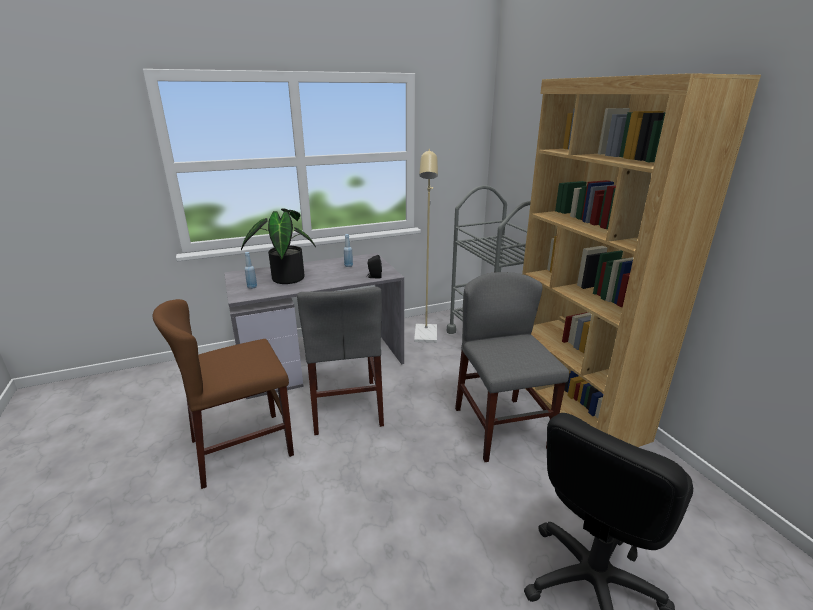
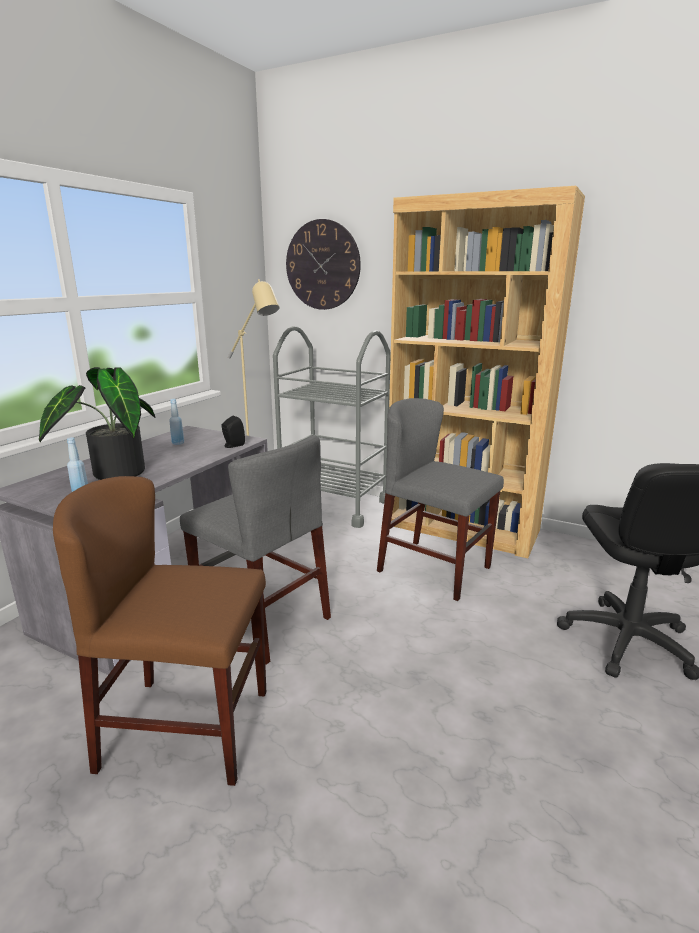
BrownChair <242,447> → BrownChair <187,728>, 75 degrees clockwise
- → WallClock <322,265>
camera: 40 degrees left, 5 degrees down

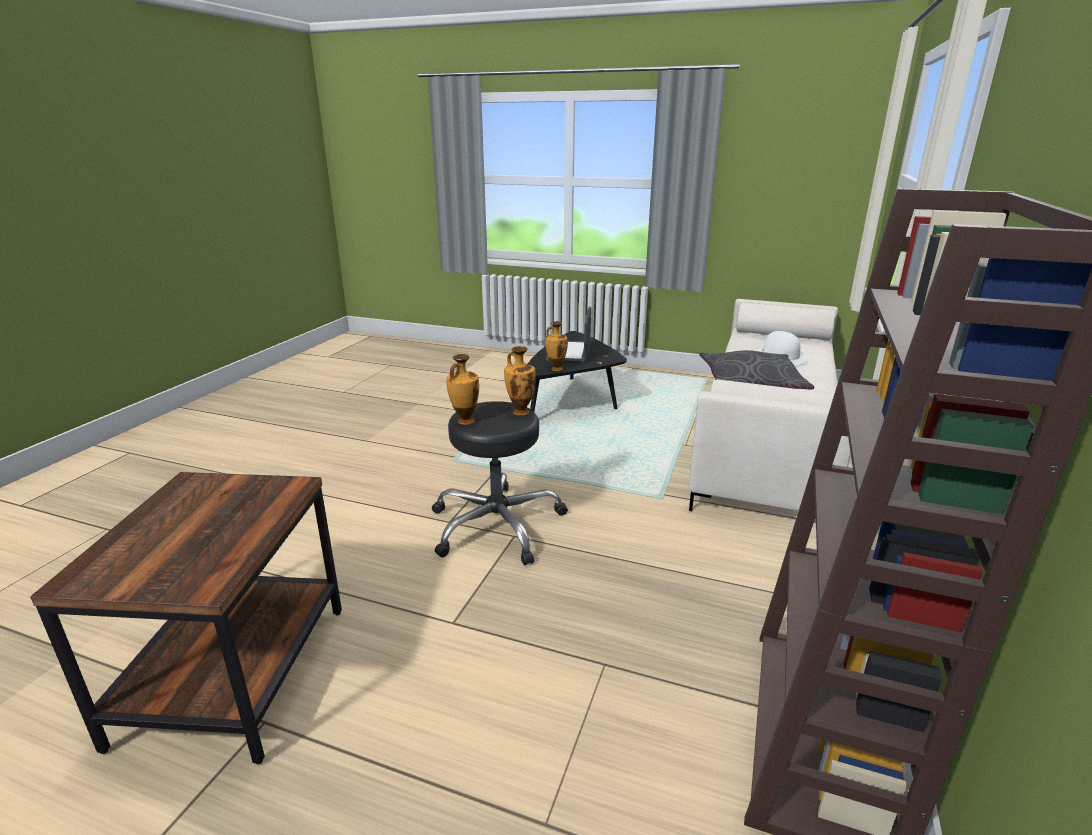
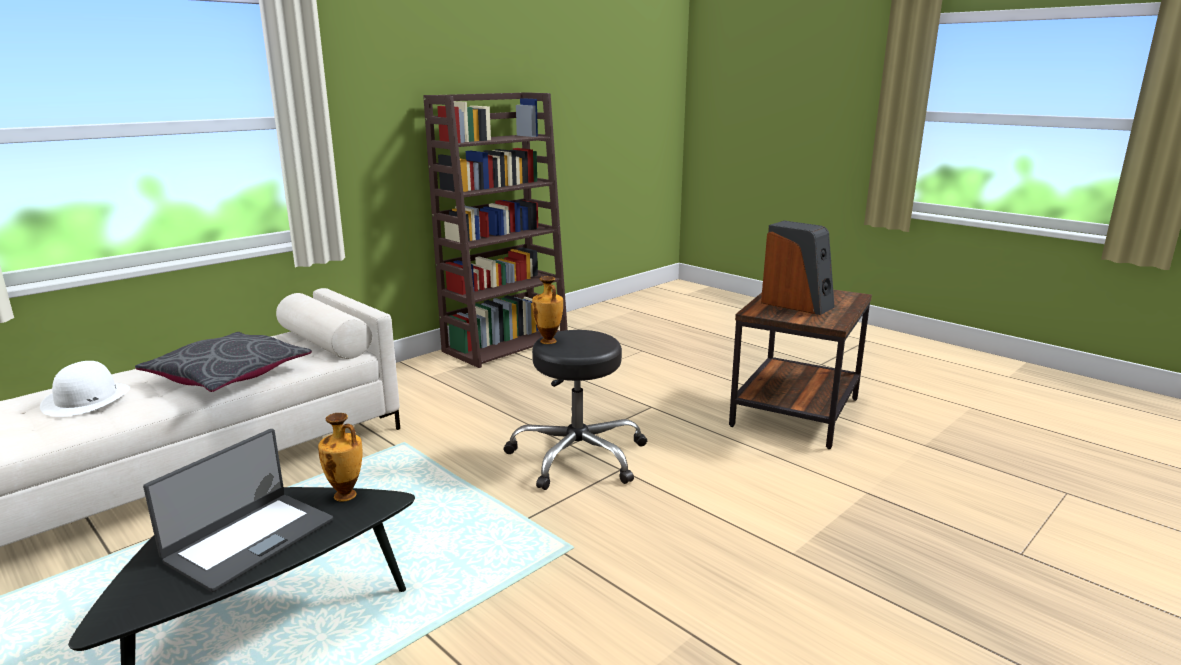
- → Speaker <797,304>
Vase <464,421> → -
camera: 155 degrees left, 5 degrees down

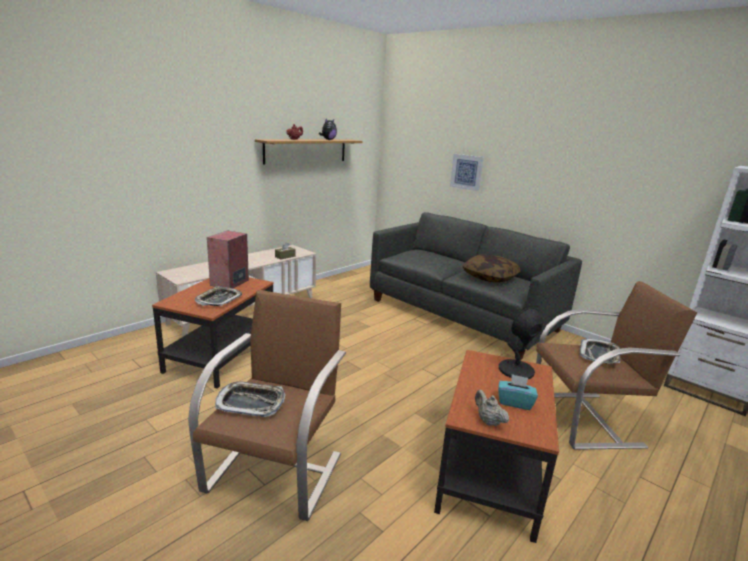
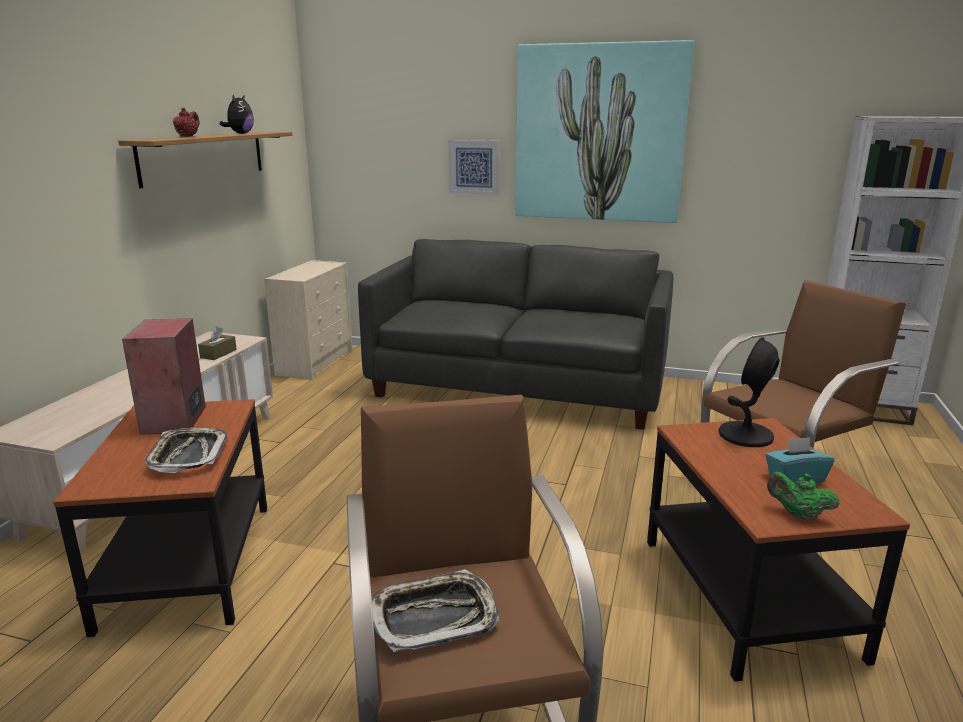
- → BeigeDresser <315,362>
- → Picture <599,134>
BeigeTeapot <488,421> → GreenTeapot <798,514>
Pillow <490,277> → -
Tray <599,355> → -
camera: 25 degrees left, 0 degrees up

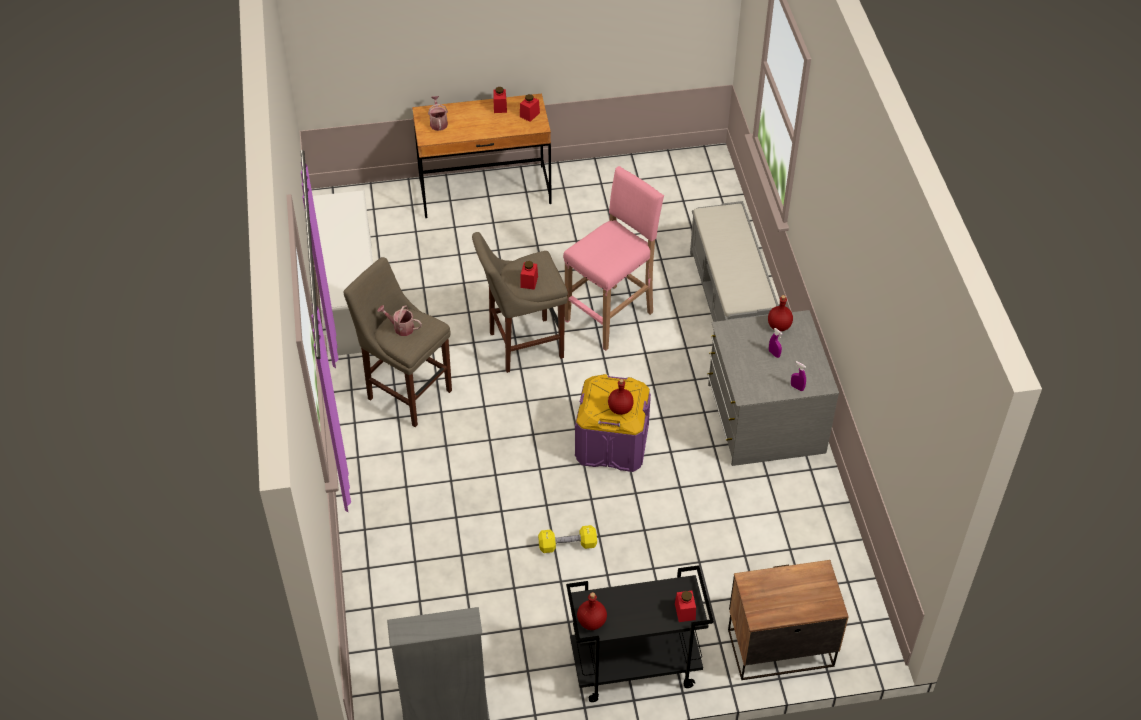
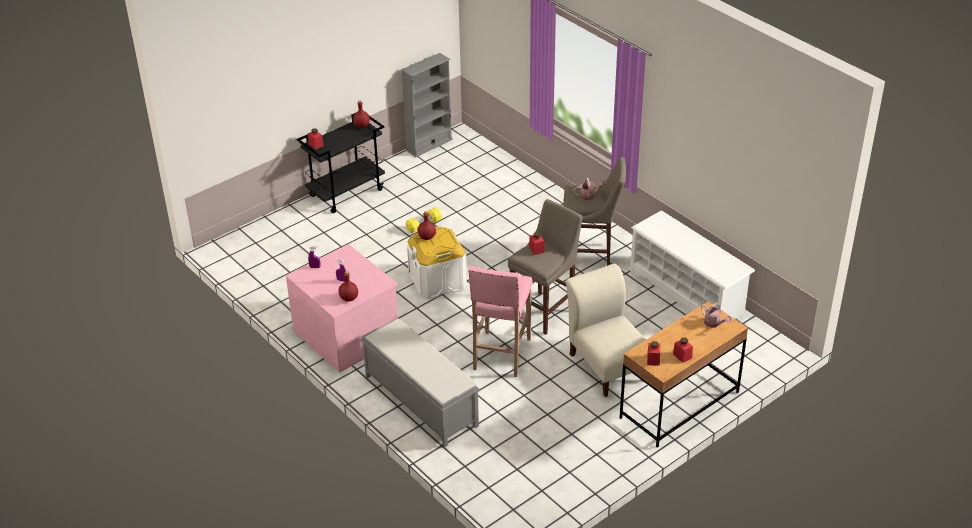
GreyDresser <763,418> → PinkDresser <347,334>
PurpleStorageBox <611,444> → WhiteStorageBox <437,281>
- → BeigeChair <608,364>
Nightstand <779,646> → -
camera: 150 degrees right, 10 degrees down

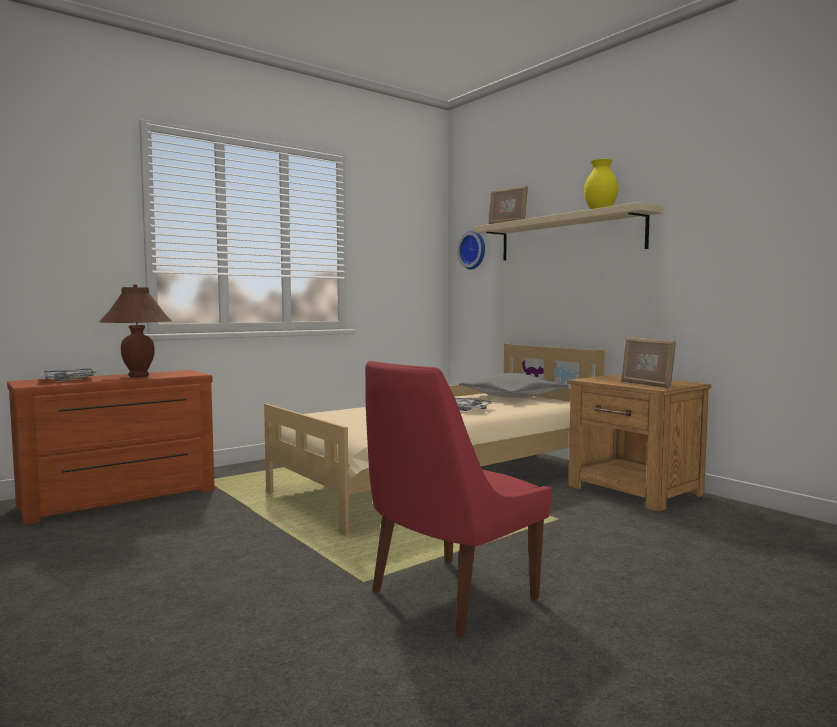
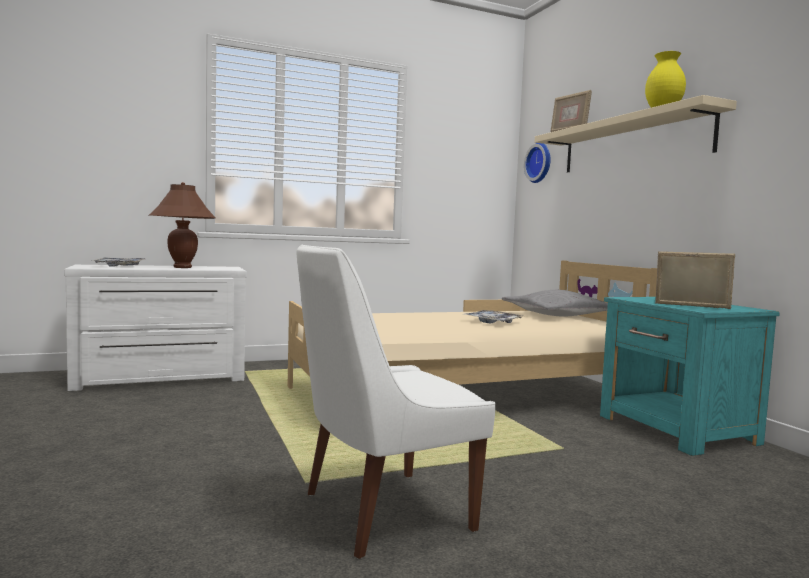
BrownDresser <120,499> → WhiteDresser <161,379>
RedChair <448,597> → WhiteChair <380,512>
BrownNightstand <635,491> → TurquoiseNightstand <677,430>
PictureFrame <646,385> → PictureFrame <691,306>, 135 degrees clockwise
camera: 15 degrees right, 0 degrees up

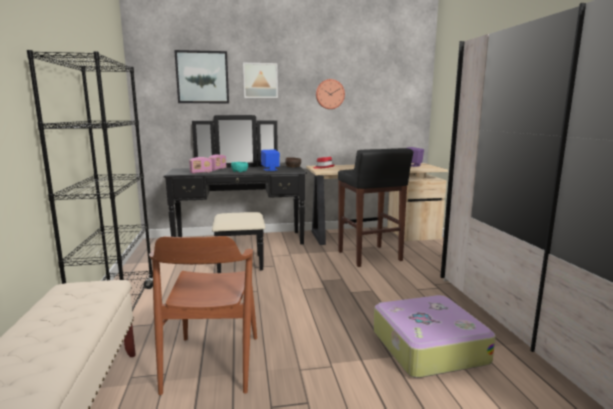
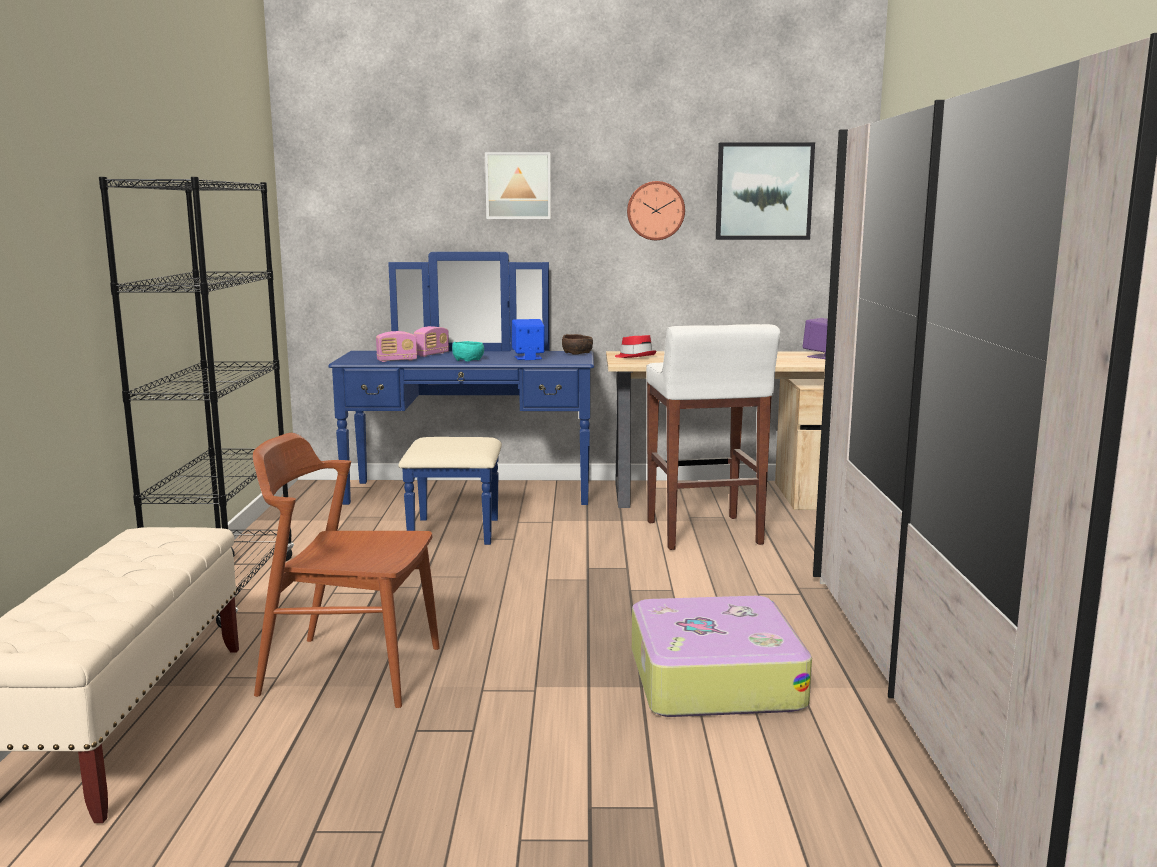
BrownChair <212,363> → BrownChair <350,670>, 90 degrees clockwise
BlackDresser <240,245> → BlueDresser <467,501>
BlackStool <370,256> → WhiteStool <703,534>
Picture <202,77> → Picture <764,191>, shifted
camera: 10 degrees right, 0 degrees up

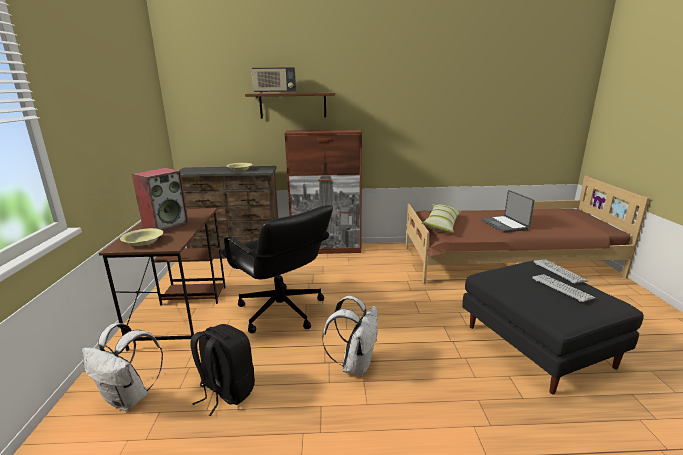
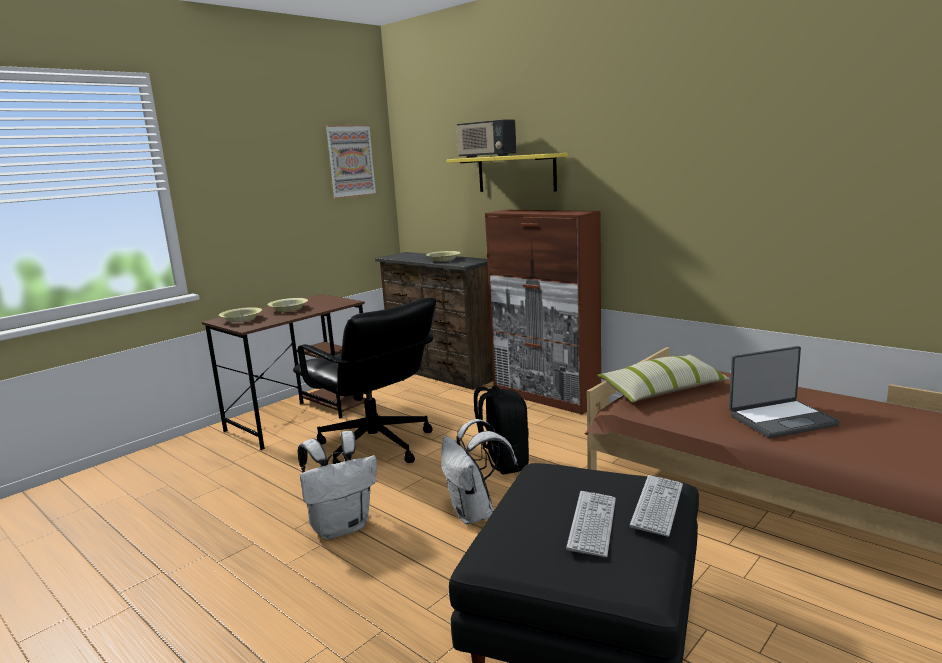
Speaker <166,225> → YellowBowl <289,309>
BlackOfficeChair <281,311> → BlackOfficeChair <375,447>, 45 degrees counterclockwise
- → Picture <350,161>
WhiteBackpack <129,398> → WhiteBackpack <476,514>, shifted
BrownShelf <293,105> → YellowShelf <516,173>
BlackBackpack <226,392> → BlackBackpack <502,463>, shifted
Laptop <505,225> → Laptop <781,419>, 135 degrees counterclockwise
camera: 45 degrees right, 5 degrees down

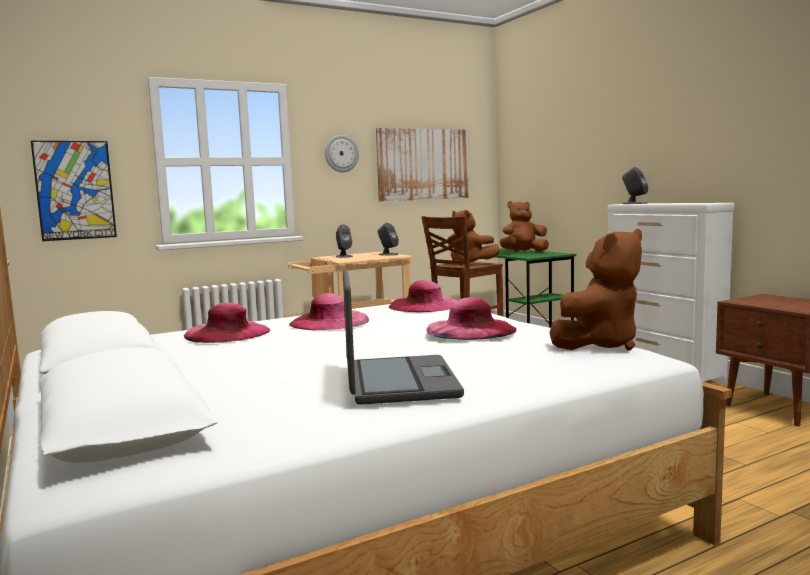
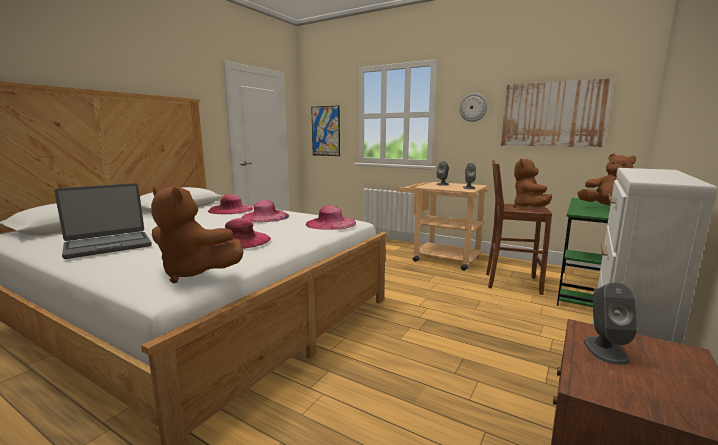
GreySpeaker <634,203> → GreySpeaker <605,350>, shifted
camera: 60 degrees right, 5 degrees up

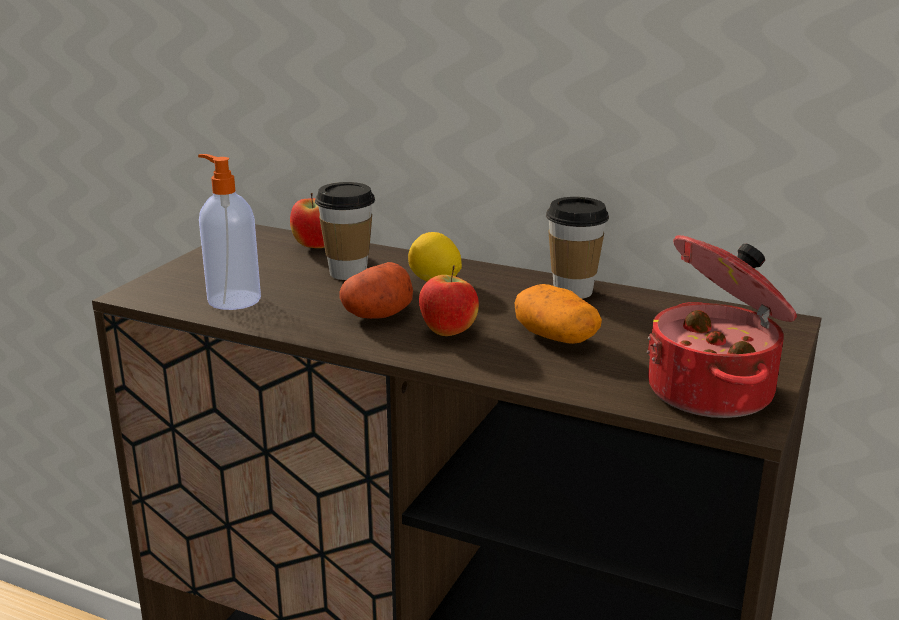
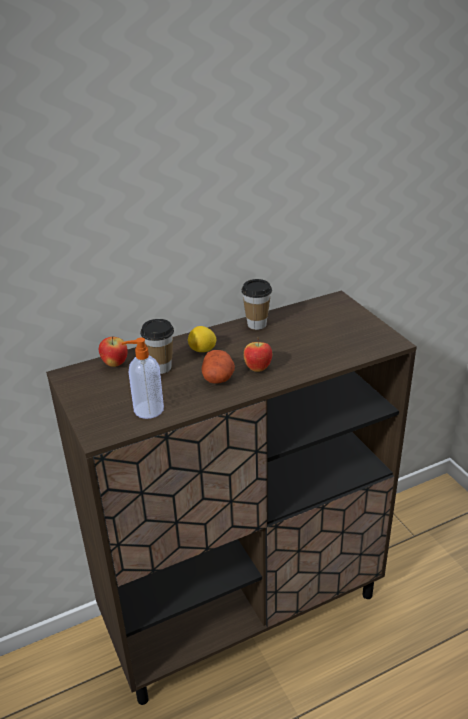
Potato <555,337> → -
CookingPot <714,391> → -
camera: 50 degrees left, 10 degrees up

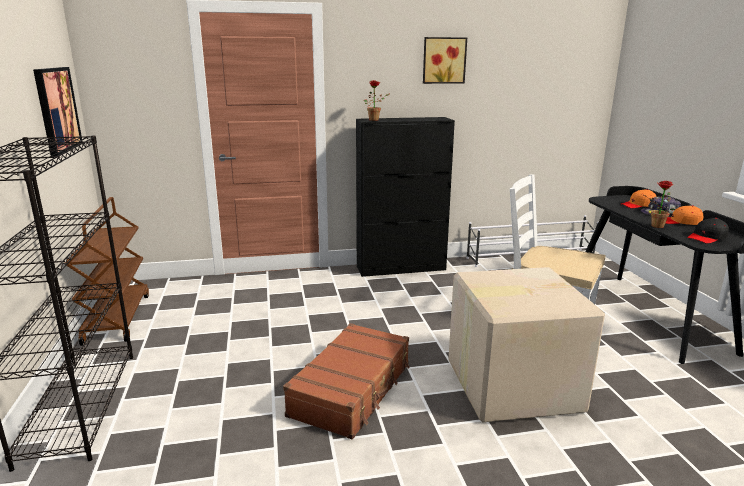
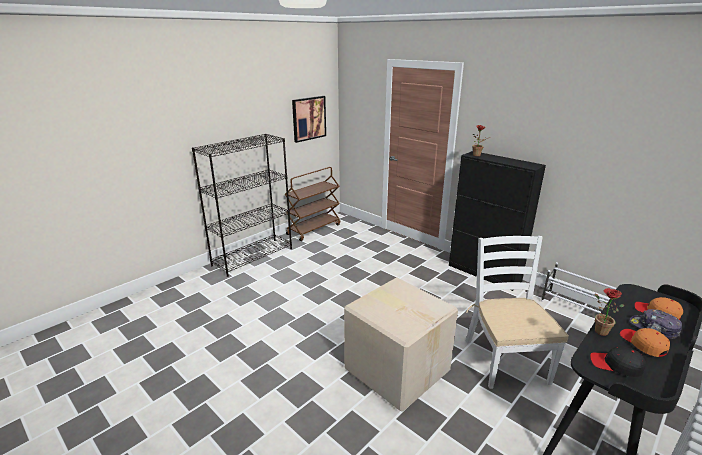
BrownSuitcase <352,389> → -
Picture <443,60> → -
camera: 55 degrees right, 5 degrees up

